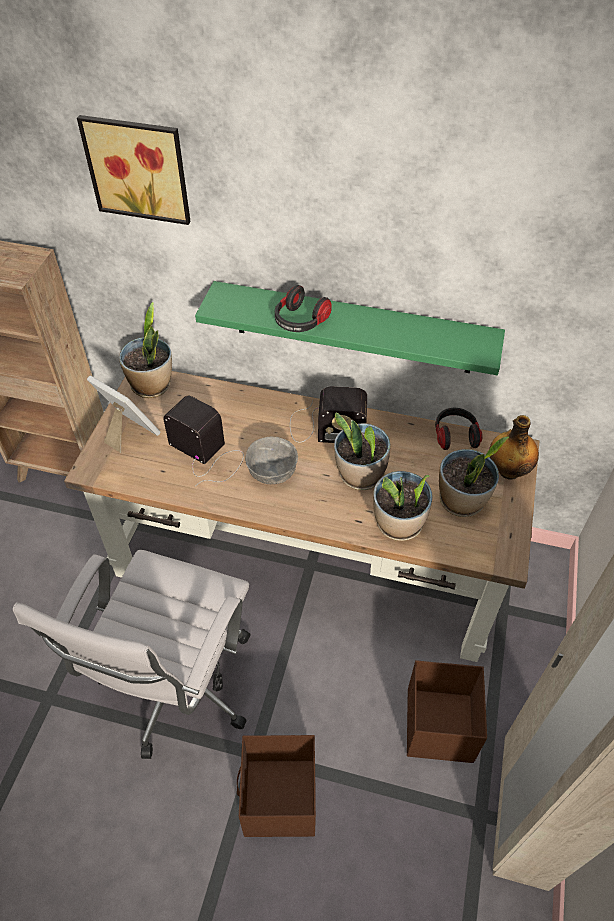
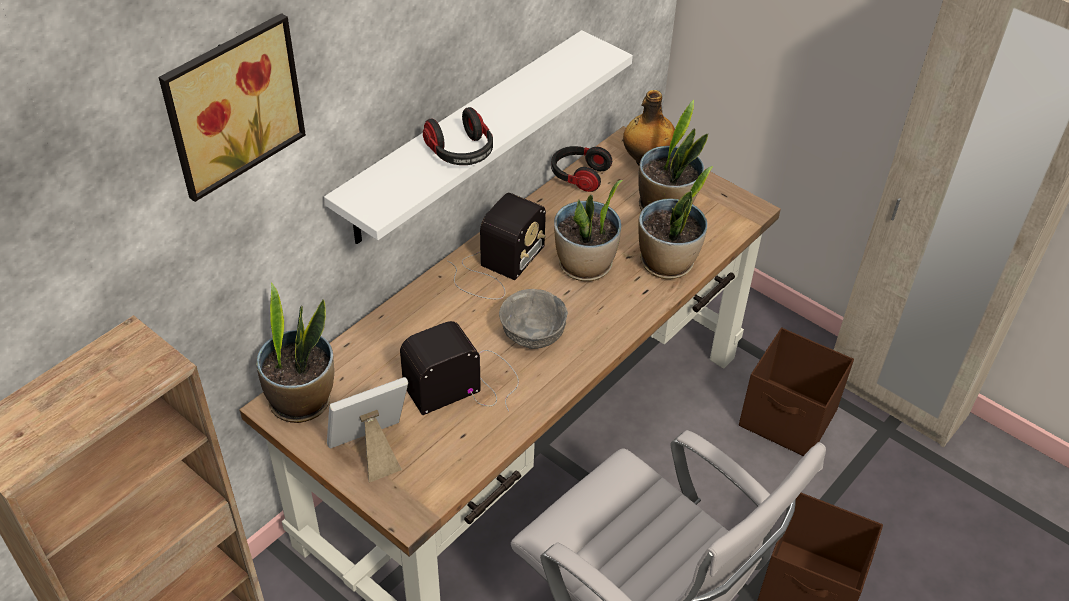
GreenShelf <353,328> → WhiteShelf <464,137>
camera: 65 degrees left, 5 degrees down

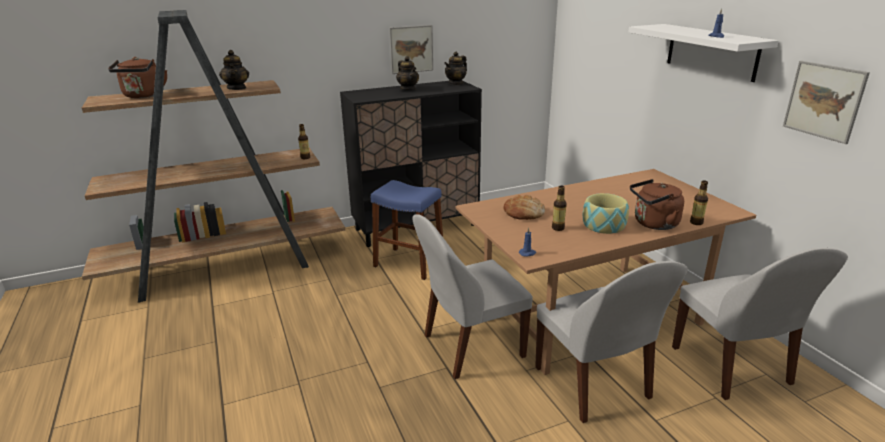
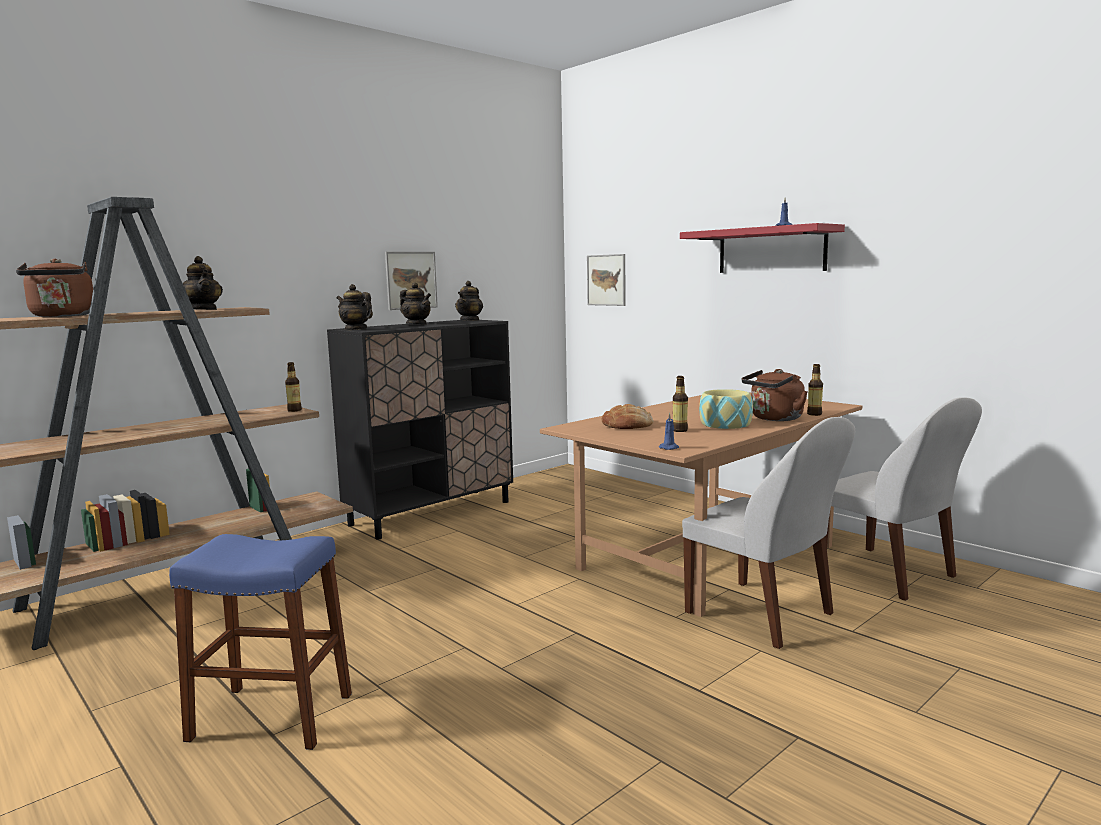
BlueStool <409,263> → BlueStool <271,717>, shifted
- → Teapot <355,329>
Picture <824,101> → Picture <606,280>, shifted
WhiteShelf <711,51> → RedShelf <771,250>
WhiteChair <470,347> → -
camera: 20 degrees left, 15 degrees down

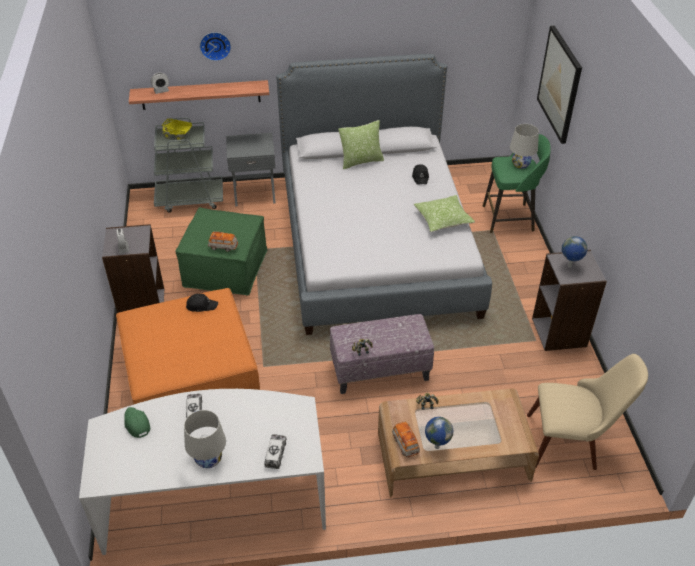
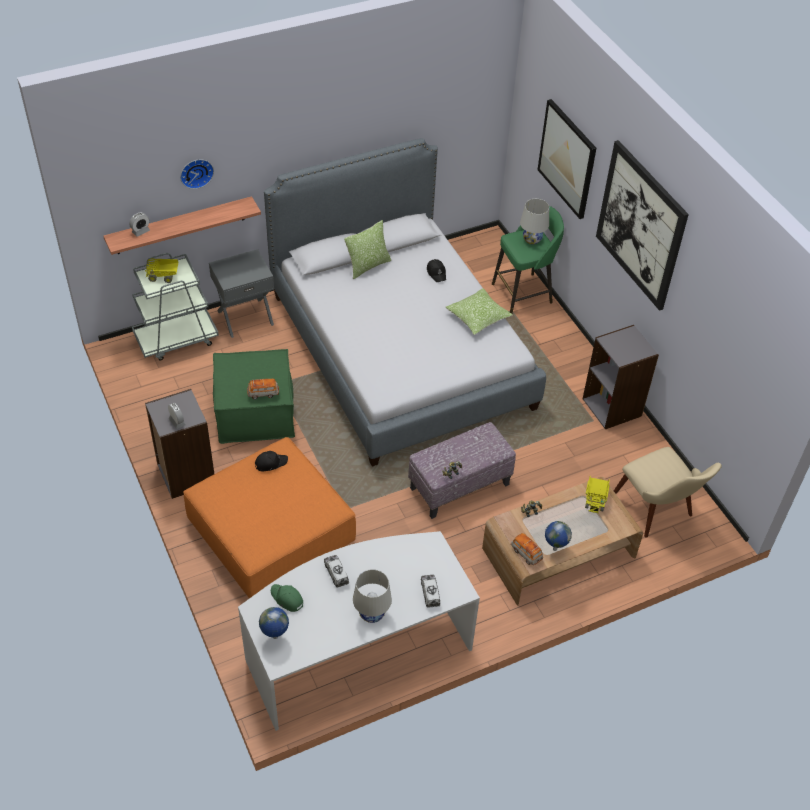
Globe <570,266> → Globe <275,637>, shifted
- → ToyTruck <595,499>
- → Picture <641,225>
BeigeChair <572,442> → BeigeChair <658,512>, 75 degrees clockwise
camera: 20 degrees left, 5 degrees up

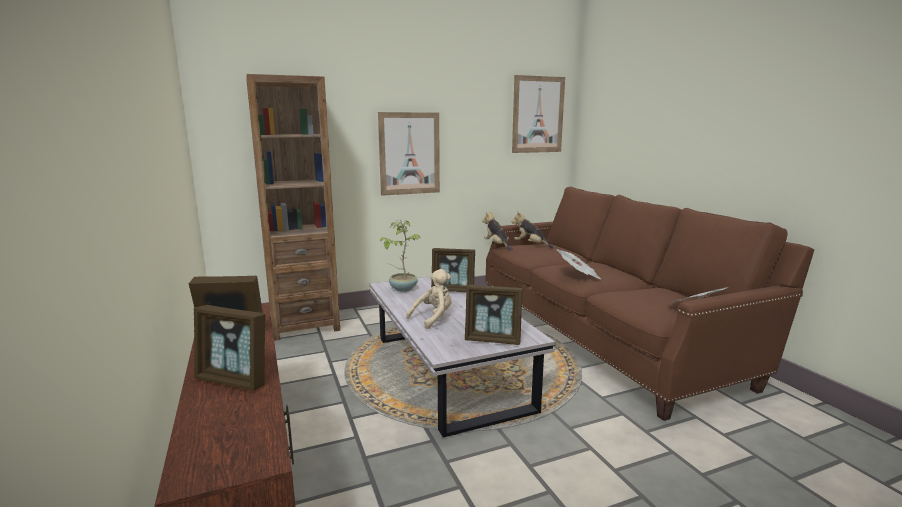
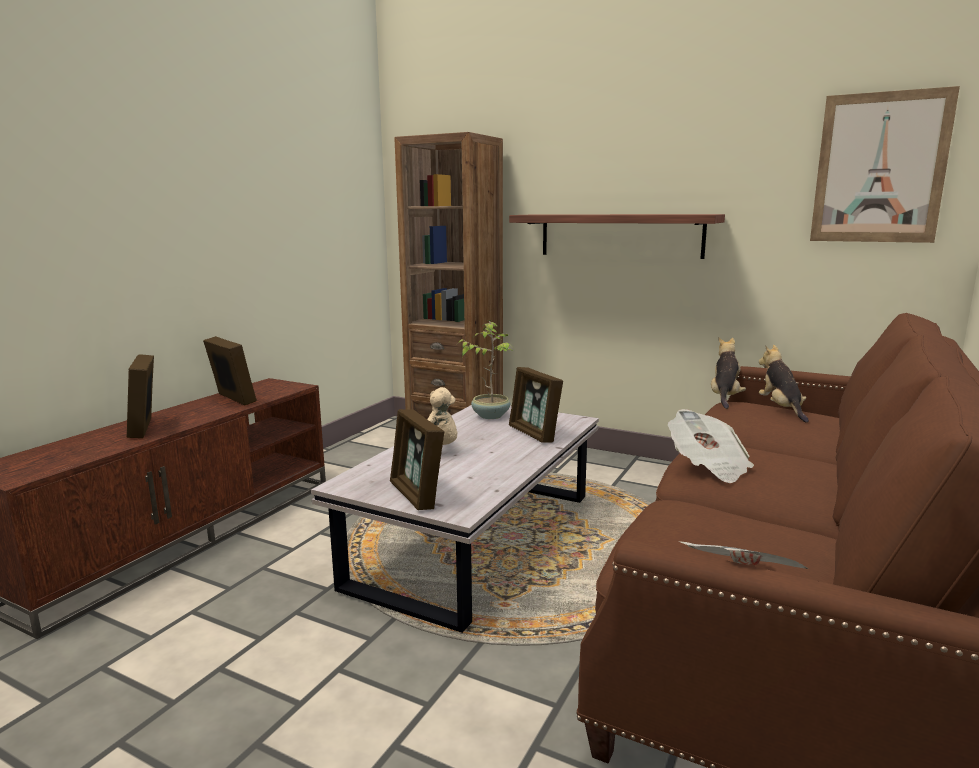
Picture <409,153> → Shelf <620,235>
camera: 50 degrees right, 0 degrees up

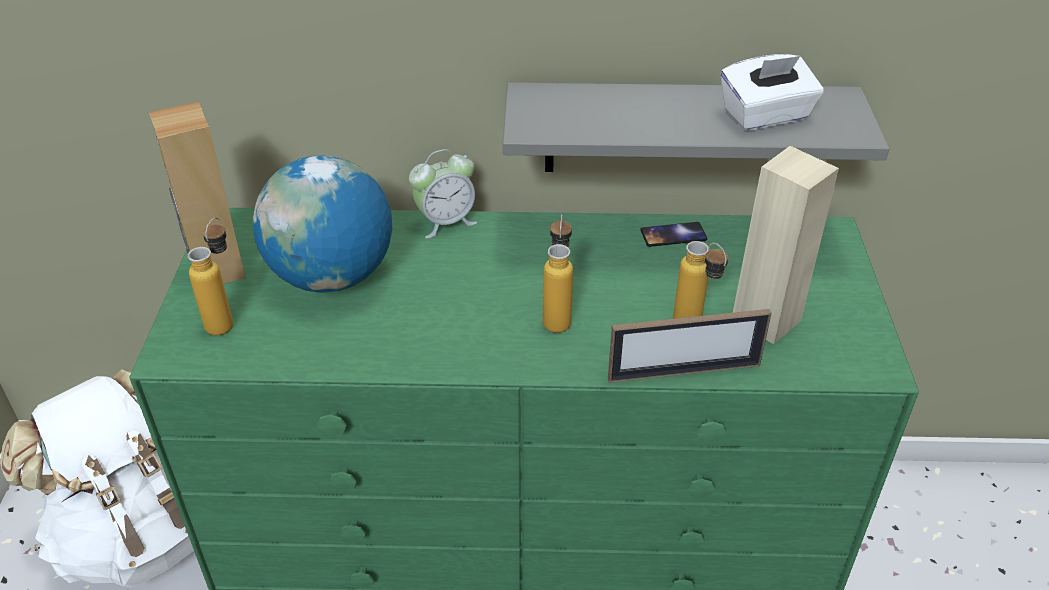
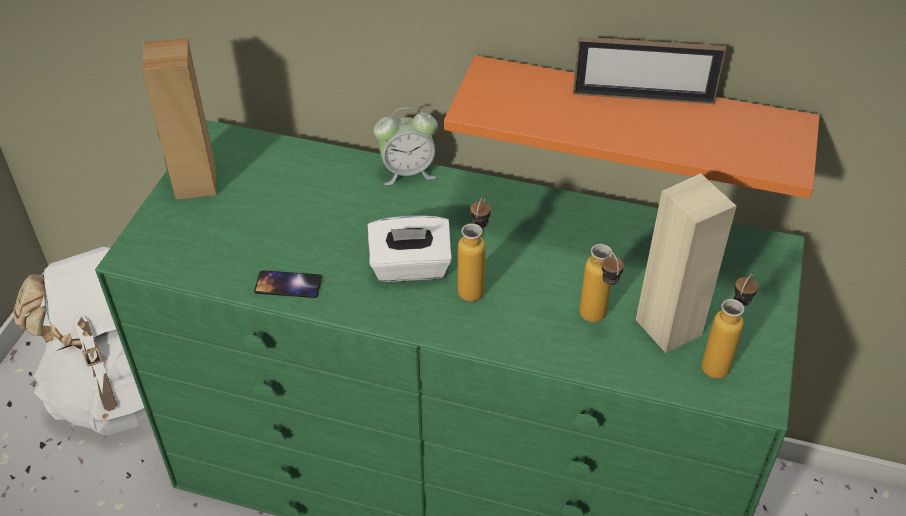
Phone <673,235> → Phone <288,285>, shifted
WhiteTissueBox <766,116> → WhiteTissueBox <410,267>, shifted
GreyShelf <678,129> → OrangeShelf <635,124>
PictureFrame <684,372> → PictureFrame <643,97>, shifted
Bottle <226,319> → Bottle <720,361>, shifted
Globe <331,276> → -
camera: 15 degrees right, 5 degrees up

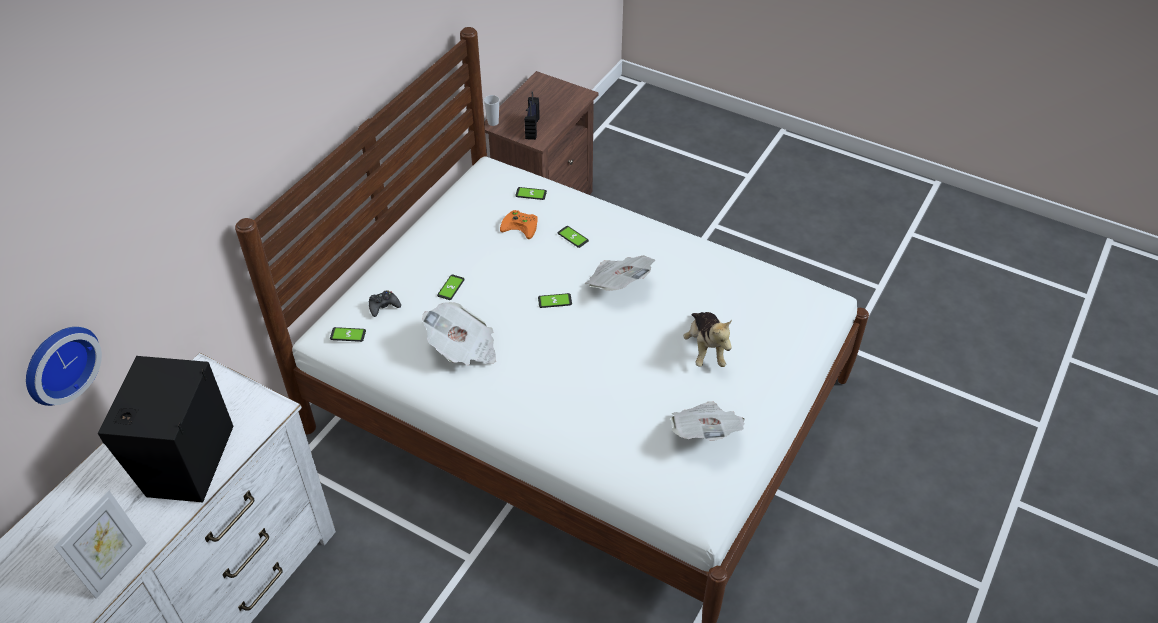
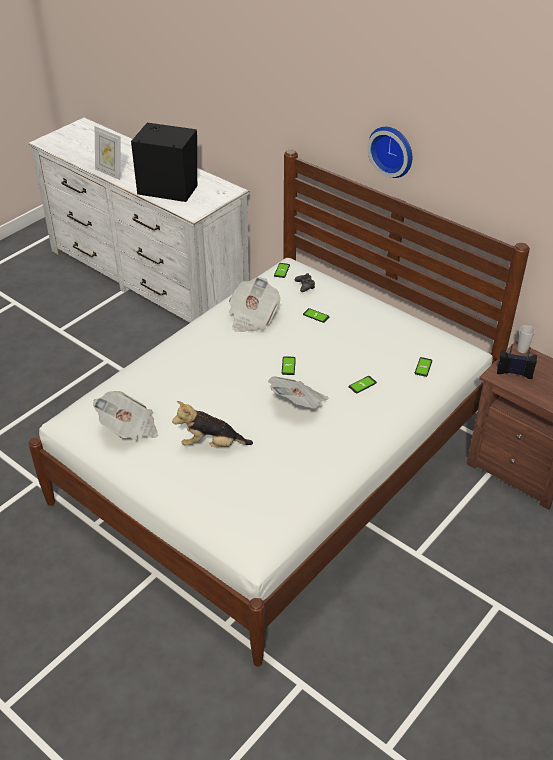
WallClock <58,363> → WallClock <392,150>, shifted
OrangeGameController <521,226> → -
camera: 100 degrees right, 5 degrees down

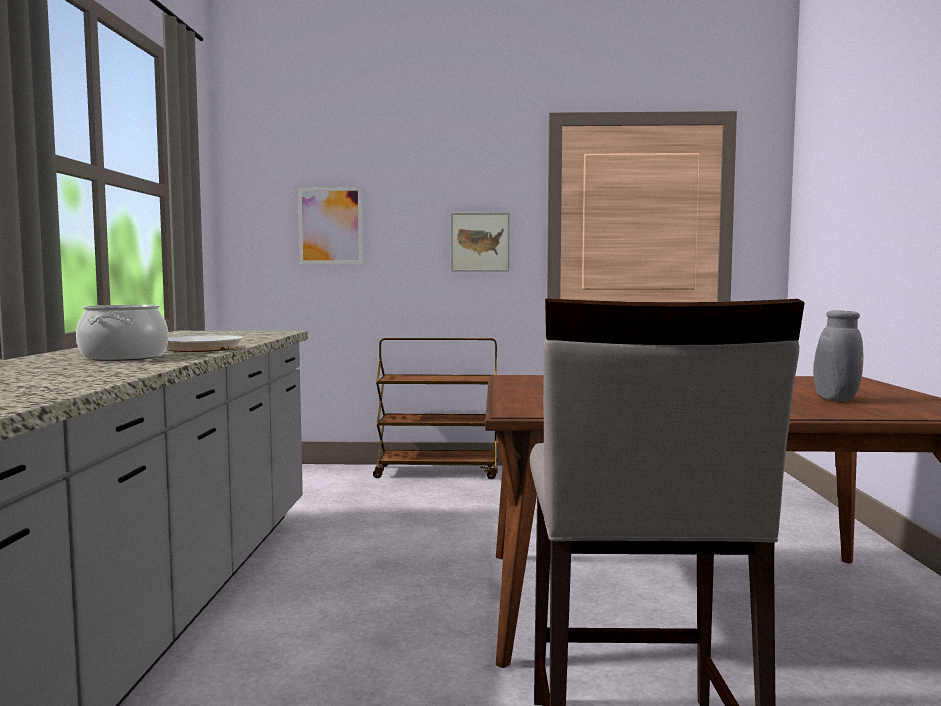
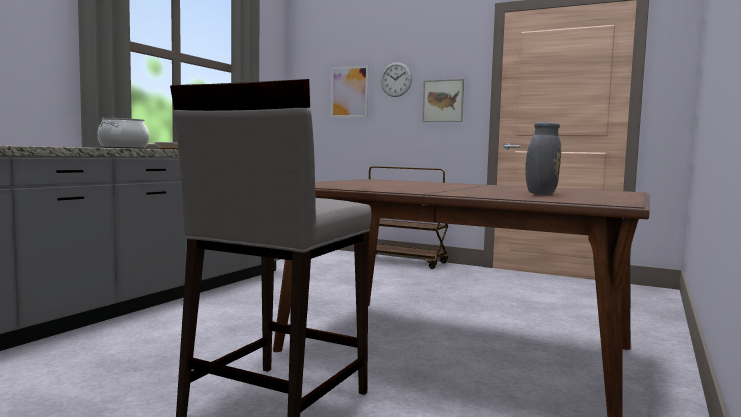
- → WallClock <396,79>
camera: 25 degrees right, 0 degrees up

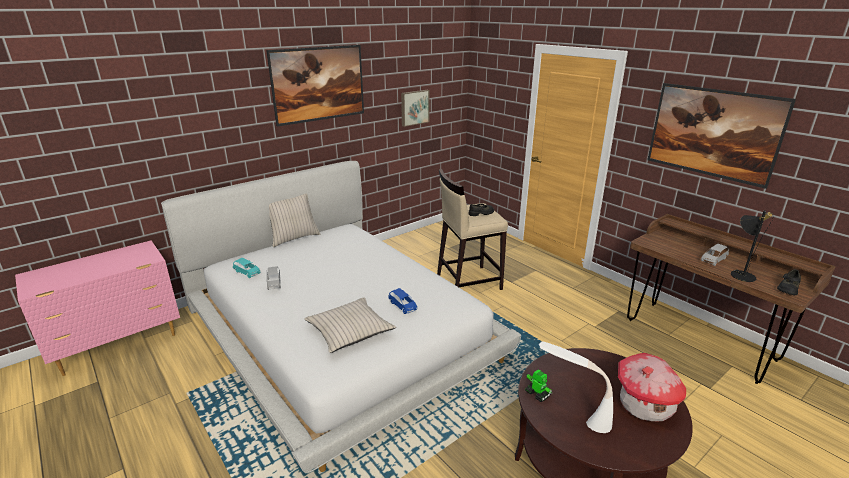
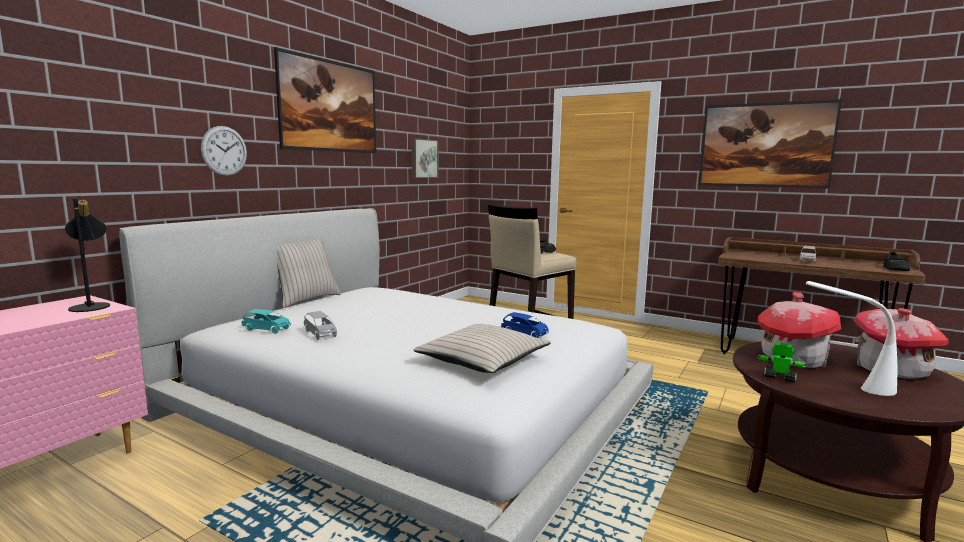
BlackTableLamp <740,274> → BlackTableLamp <92,305>, shifted
- → WallClock <224,151>
- → ToyHouse <794,358>
camera: 20 degrees left, 15 degrees down

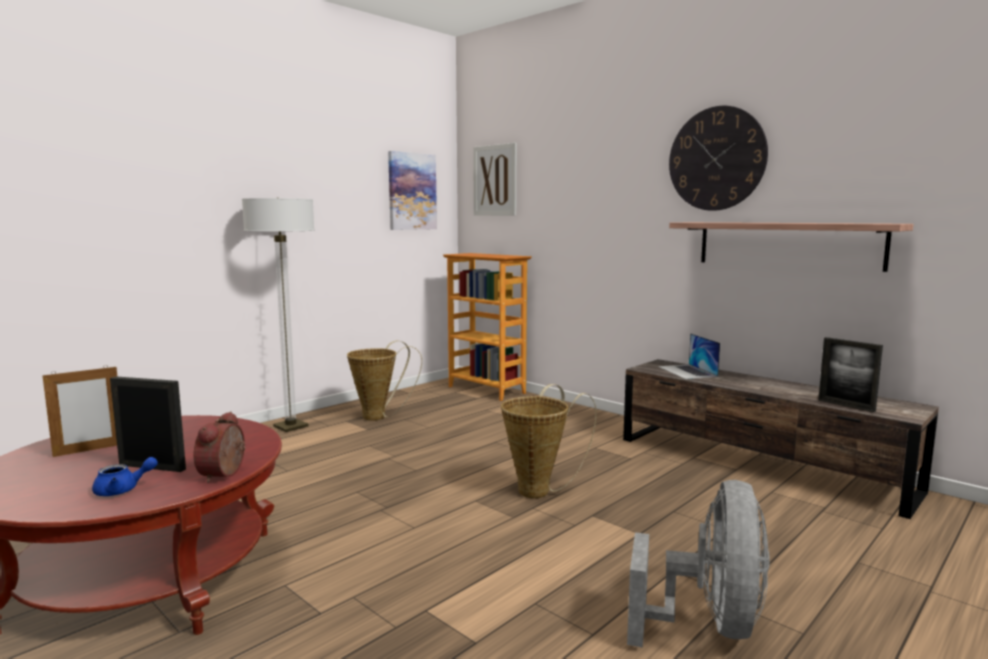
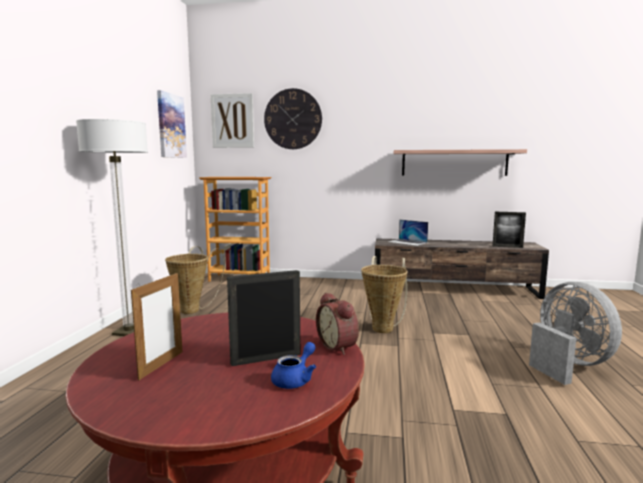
WallClock <716,159> → WallClock <293,119>, shifted
camera: 35 degrees left, 0 degrees up

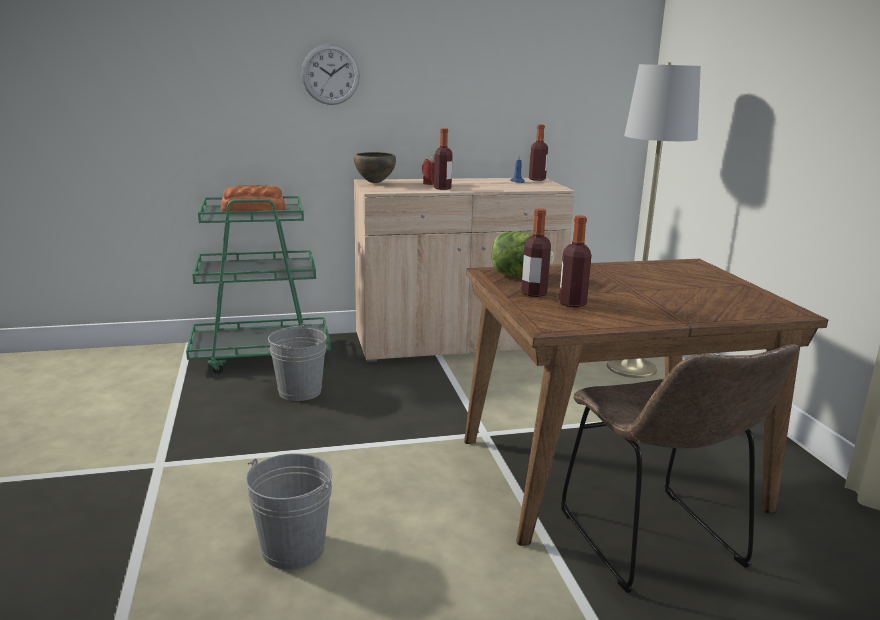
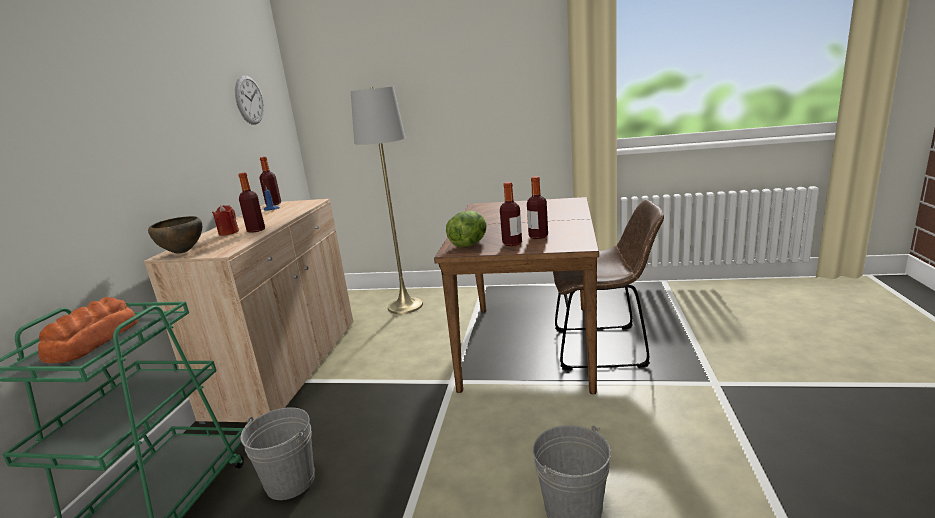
WallClock <330,74> → WallClock <249,100>, shifted
camera: 65 degrees left, 0 degrees up

